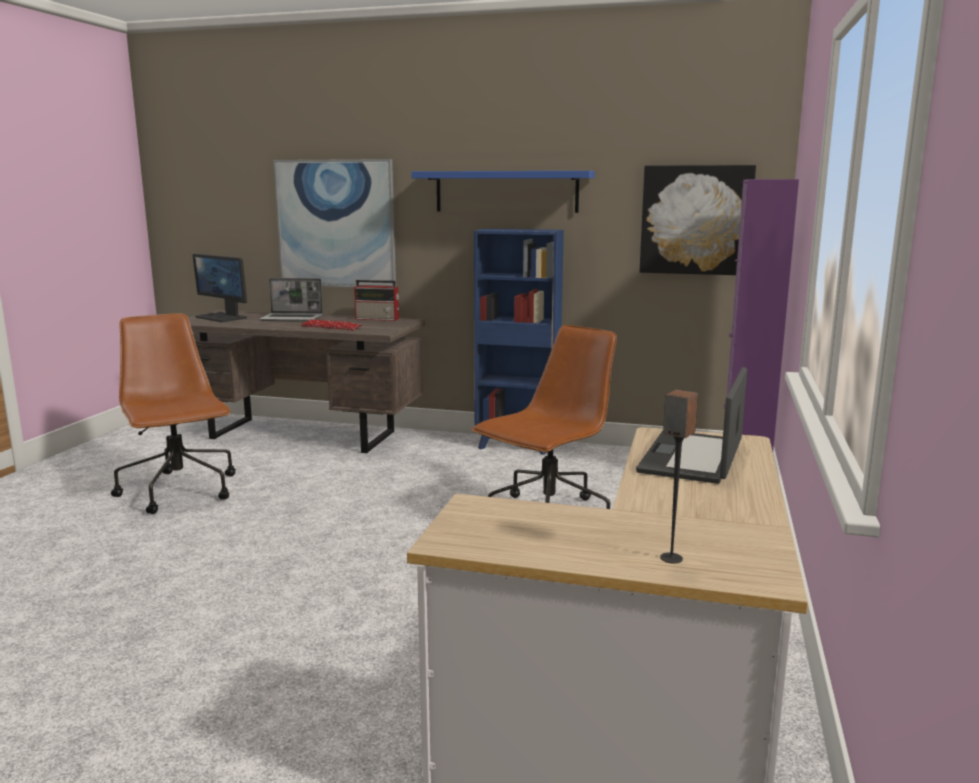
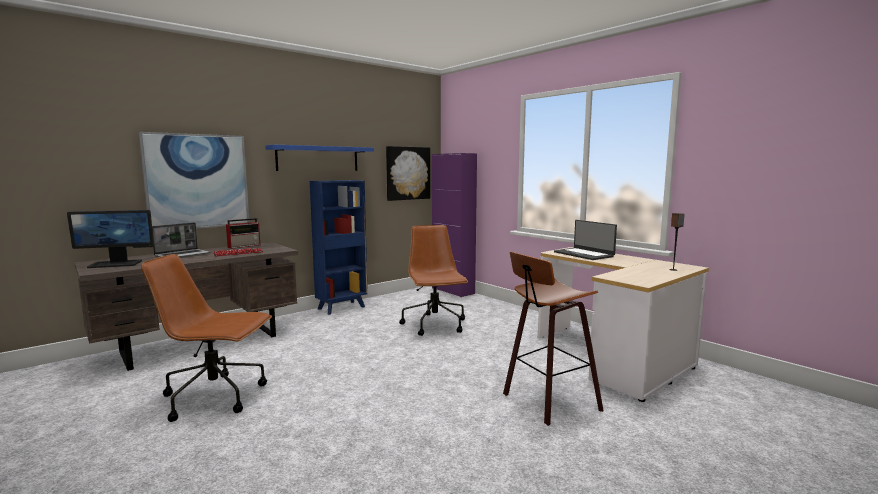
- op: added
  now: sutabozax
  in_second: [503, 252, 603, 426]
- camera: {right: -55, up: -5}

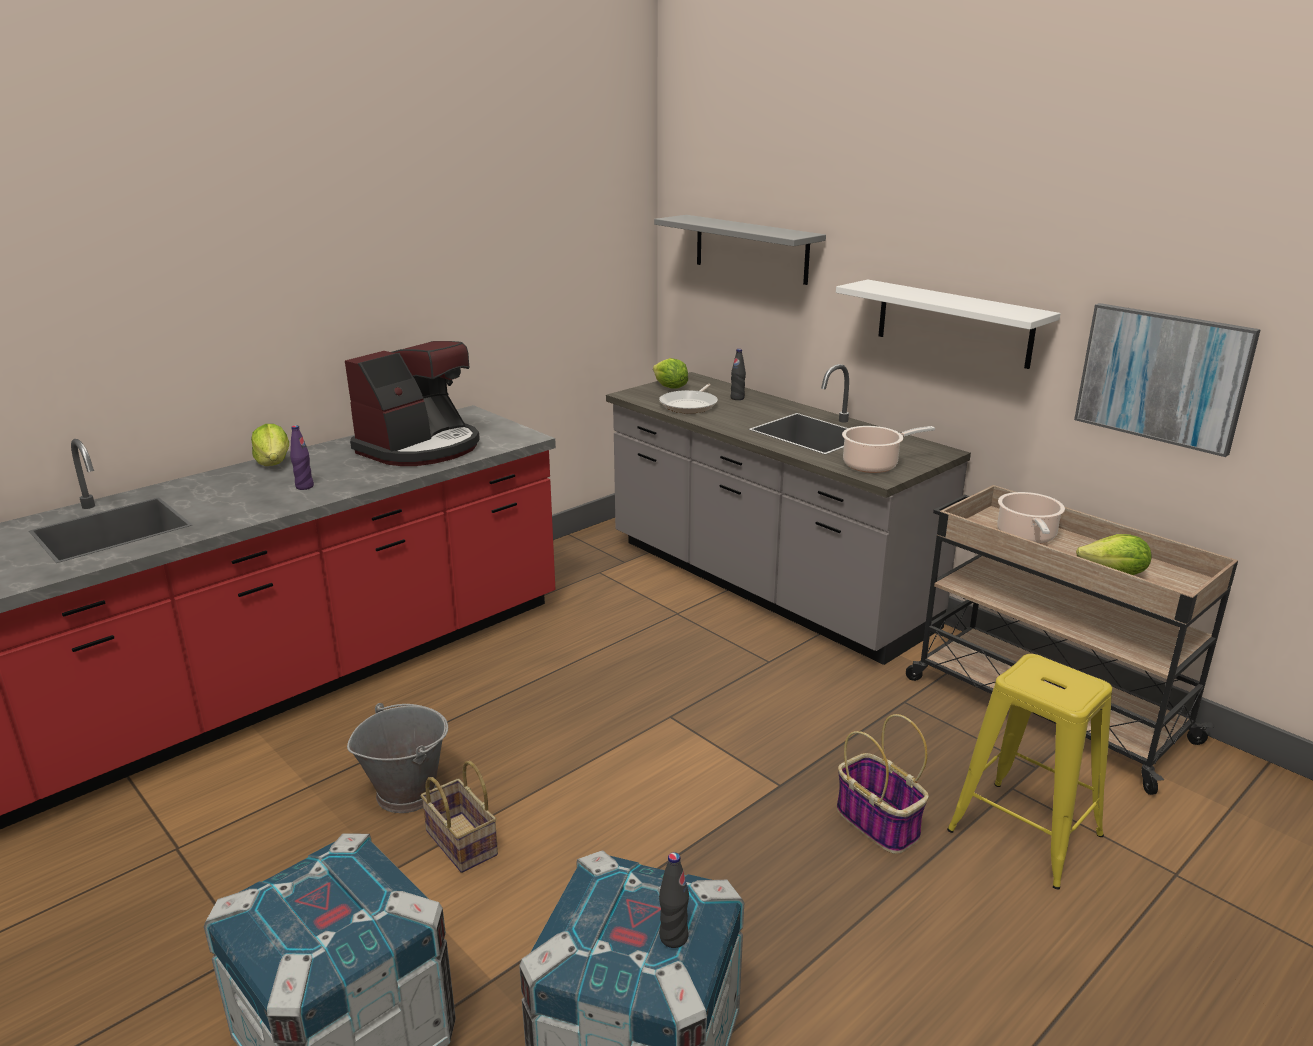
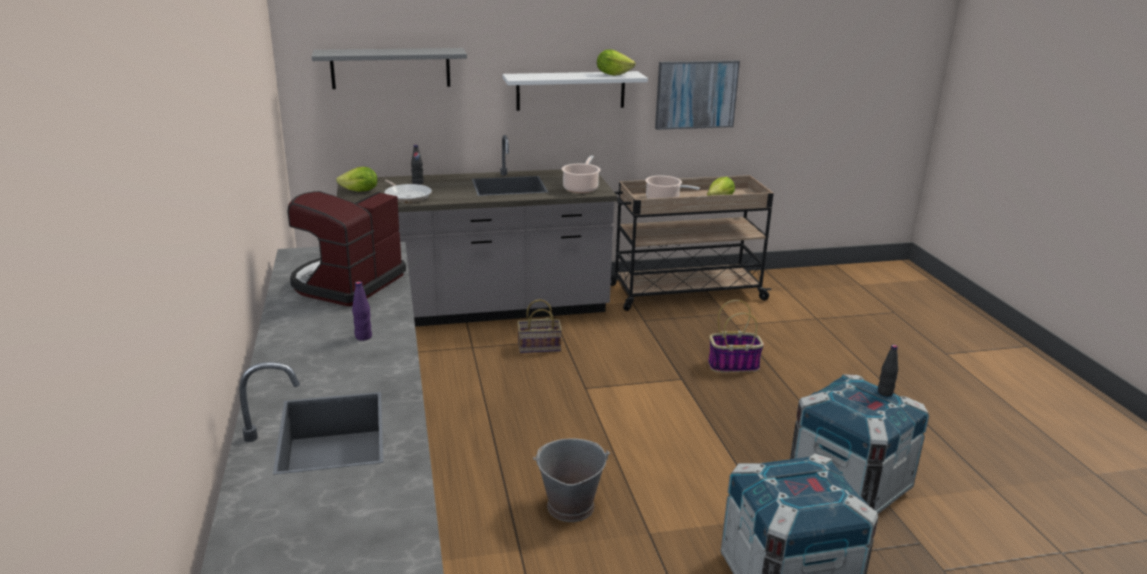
- op: turned
  was: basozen
  in_first: [345, 341, 480, 466]
  in_second: [287, 191, 406, 306]
  clockwise: -135
- op: moved
  was: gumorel
  in_first: [251, 424, 289, 466]
  in_second: [597, 49, 635, 76]
- op: removed
  was: yellow_sutabozax
  in_first: [947, 654, 1112, 890]
- op: moved
  was: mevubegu
  in_first: [421, 761, 498, 873]
  in_second: [517, 299, 562, 353]
- camera: {right: -60, up: 0}

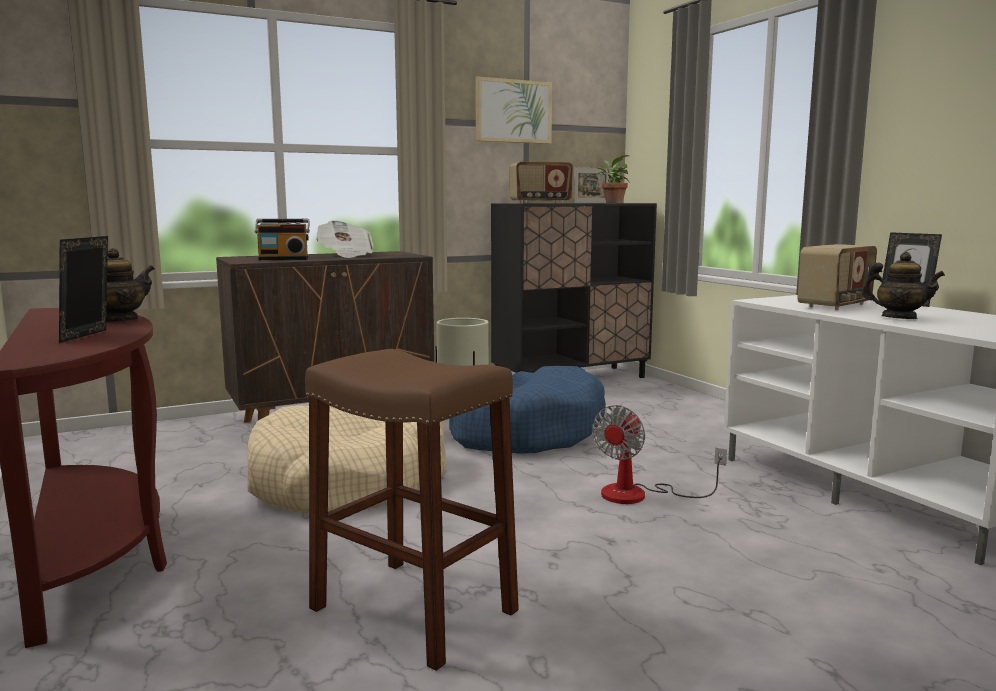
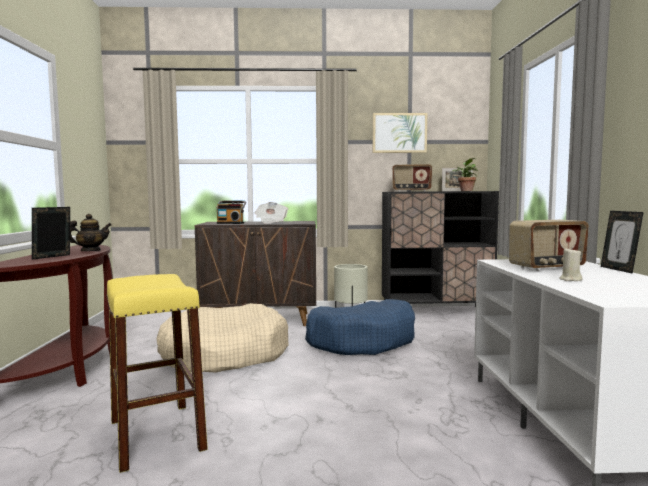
- op: replaced
  was: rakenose
  now: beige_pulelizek
  in_first: [861, 252, 945, 319]
  in_second: [559, 247, 582, 281]
- op: recoloured
  was: brown_sutabozax
  now: yellow_sutabozax
  in_first: [305, 349, 519, 671]
  in_second: [106, 274, 208, 473]
- op: removed
  was: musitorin
  in_first: [592, 405, 727, 504]
- camera: {right: 25, up: -5}

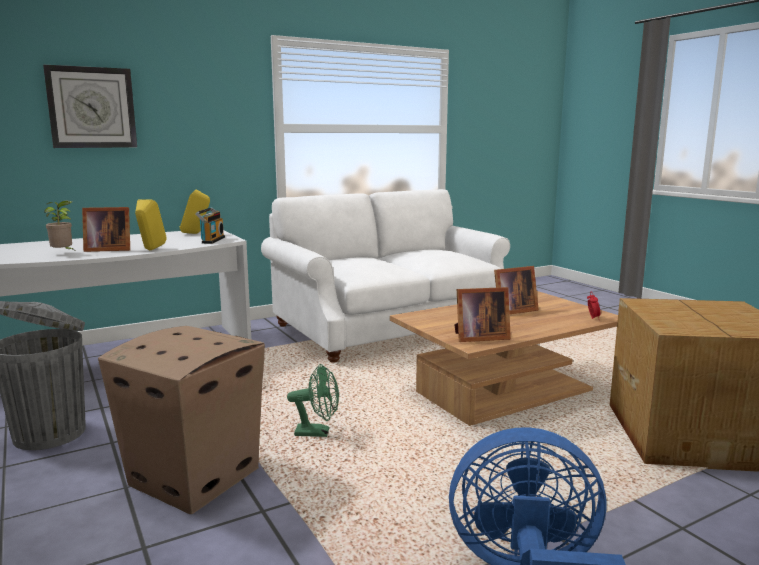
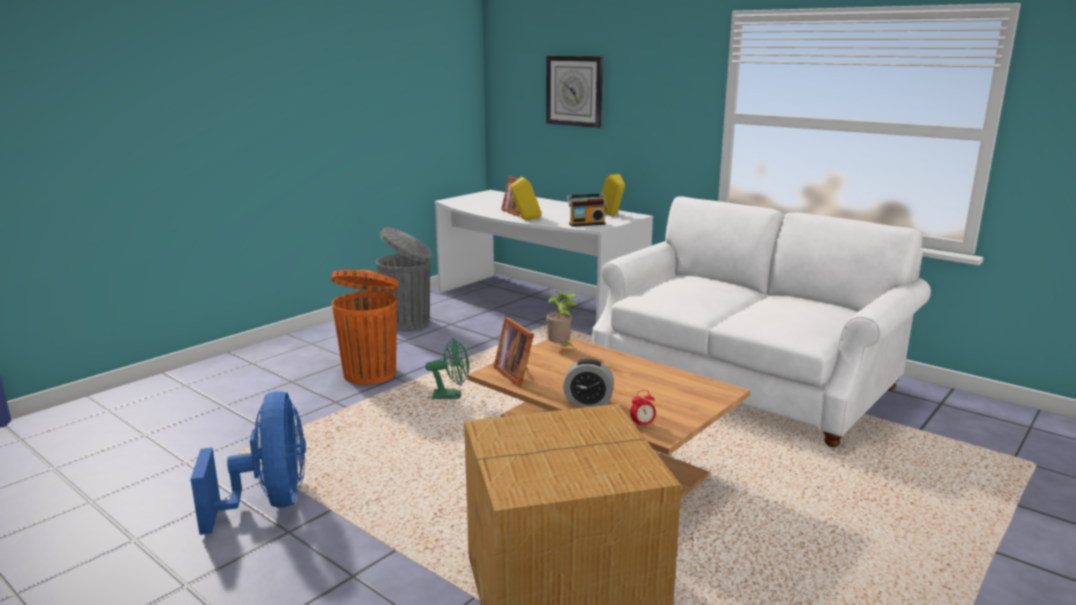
- op: moved
  was: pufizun
  in_first: [44, 201, 74, 250]
  in_second: [546, 292, 577, 347]
- op: removed
  was: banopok
  in_first: [494, 266, 539, 314]
- op: replaced
  was: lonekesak
  now: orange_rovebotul
  in_first: [98, 326, 265, 514]
  in_second: [331, 270, 399, 385]
- op: turned
  was: green_musitorin
  in_first: [287, 364, 339, 437]
  in_second: [425, 338, 469, 399]
  clockwise: -75
- op: added
  now: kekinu
  in_second: [563, 359, 614, 406]
- camera: {right: 70, up: 5}

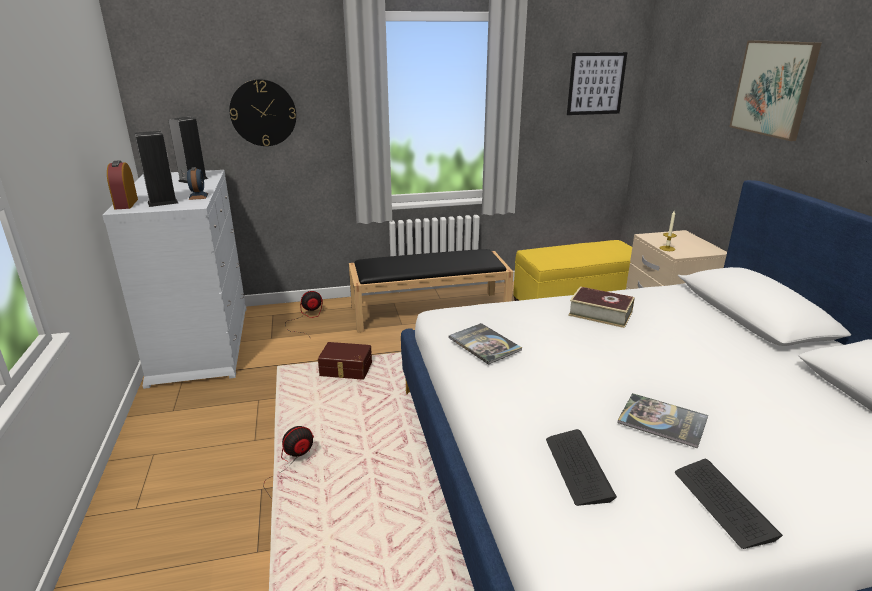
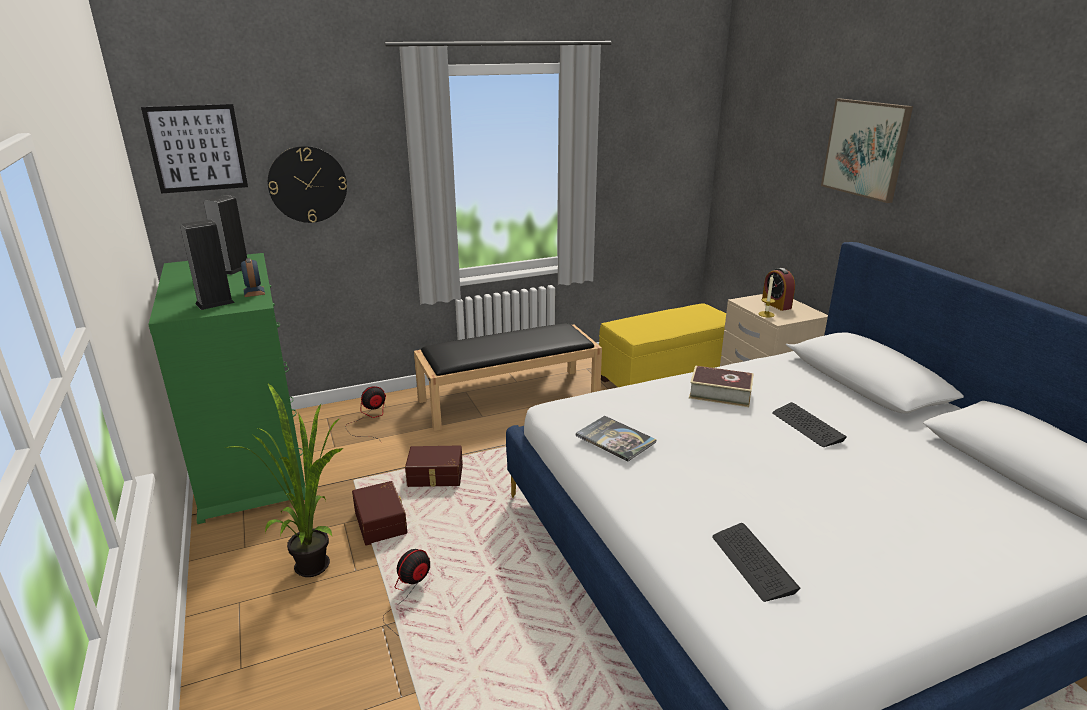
- op: moved
  was: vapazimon
  in_first: [567, 52, 627, 115]
  in_second: [141, 104, 248, 194]
- op: moved
  was: kekinu
  in_first: [107, 160, 138, 210]
  in_second: [762, 268, 795, 311]
- op: recoloured
  was: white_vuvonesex
  now: green_vuvonesex
  in_first: [102, 170, 246, 389]
  in_second: [148, 253, 306, 524]
- op: removed
  was: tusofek
  in_first: [617, 393, 708, 449]
- op: moved
  was: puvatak
  in_first: [675, 459, 783, 549]
  in_second: [772, 402, 847, 447]
- op: added
  now: pufizun
  in_second: [225, 384, 344, 577]
- op: added
  now: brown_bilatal
  in_second: [352, 481, 408, 546]
- camera: {right: -10, up: 0}

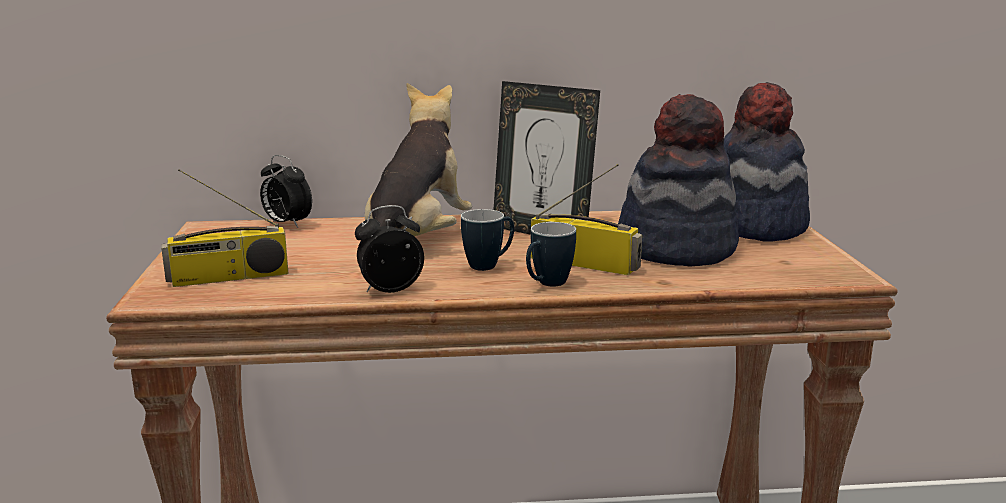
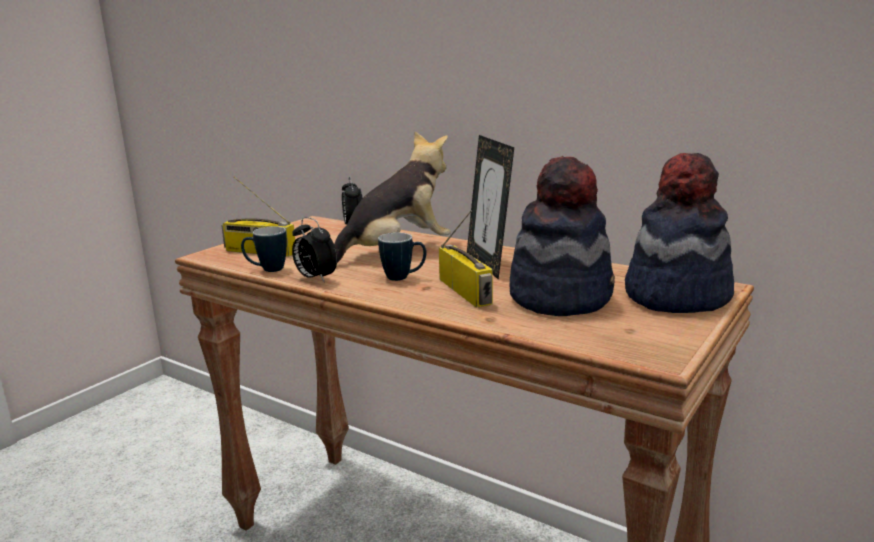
- op: turned
  was: kekinu
  in_first: [355, 205, 424, 293]
  in_second: [292, 217, 337, 283]
  clockwise: -150
- op: moved
  was: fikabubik
  in_first: [526, 222, 576, 287]
  in_second: [241, 226, 287, 272]
- camera: {right: 40, up: 0}

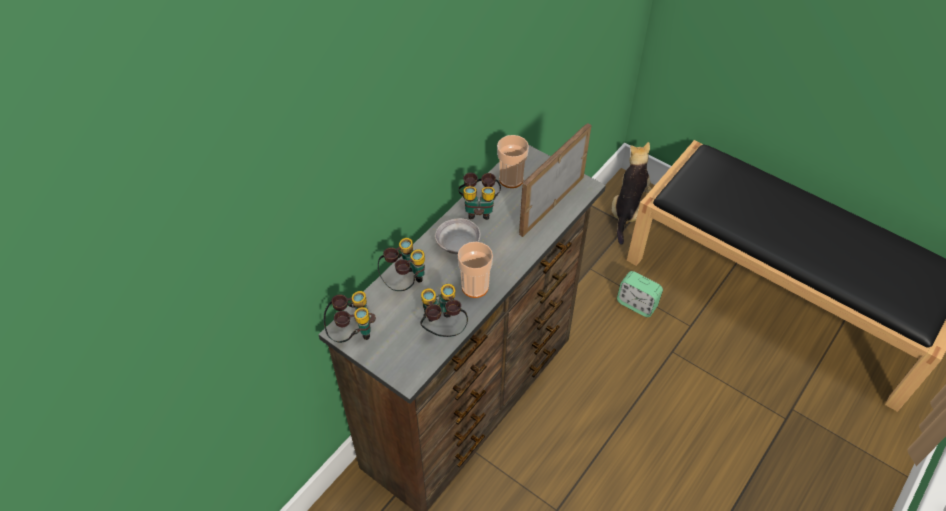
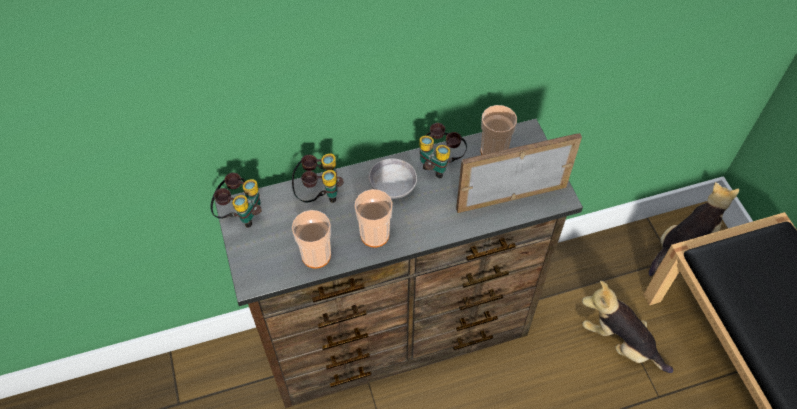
- op: replaced
  was: kekinu
  now: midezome
  in_first: [617, 271, 663, 317]
  in_second: [582, 281, 674, 373]
- op: replaced
  was: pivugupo
  now: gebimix
  in_first: [420, 284, 468, 337]
  in_second: [292, 210, 331, 269]
- camera: {right: 35, up: 5}

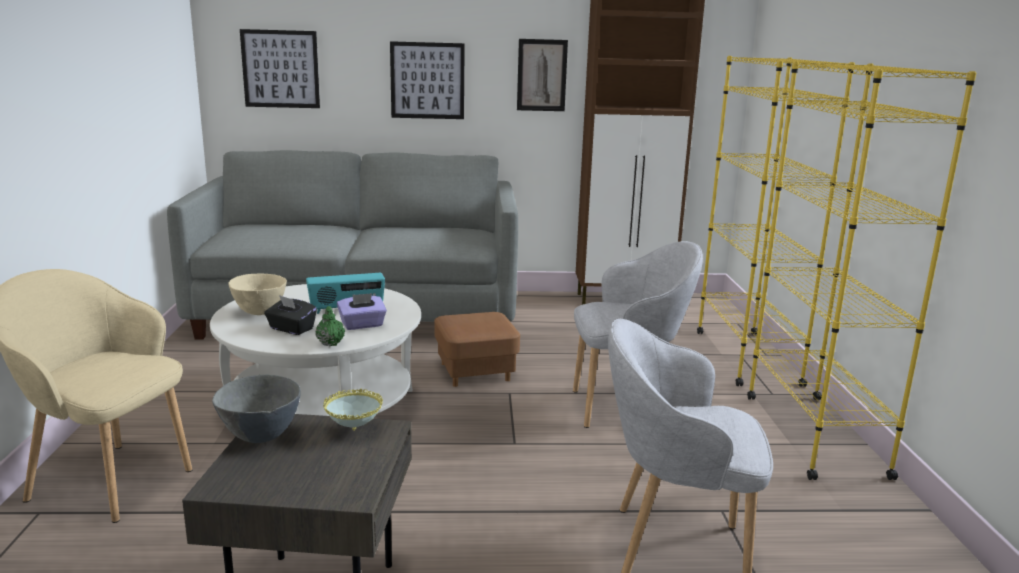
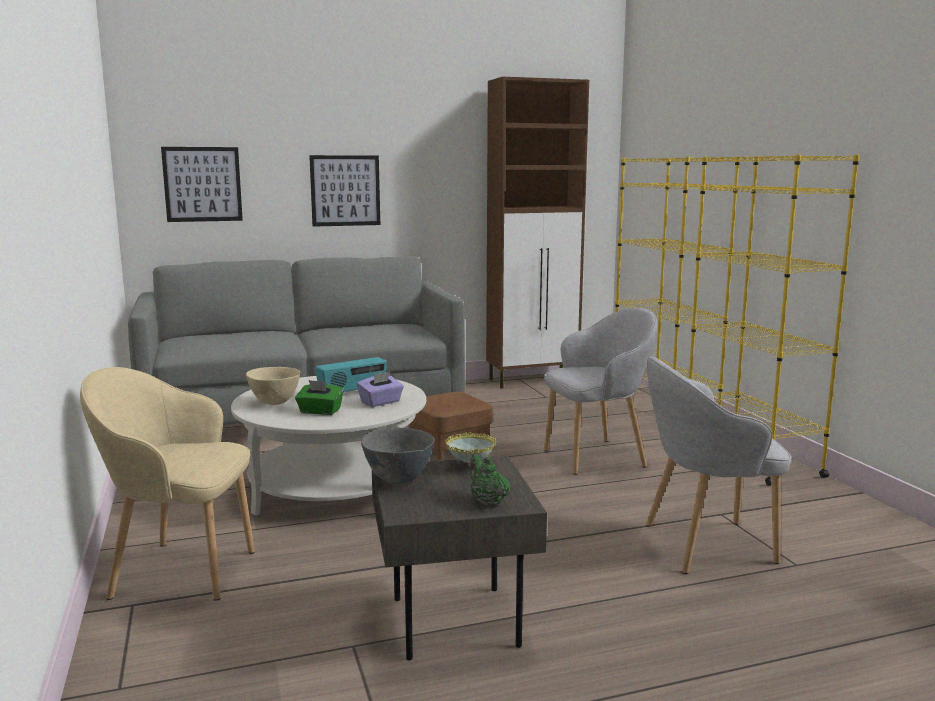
- op: removed
  was: vapazimon
  in_first: [517, 39, 568, 111]
- op: recoloured
  was: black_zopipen
  now: green_zopipen
  in_first: [264, 295, 317, 335]
  in_second: [295, 380, 344, 415]
- op: moved
  was: green_rakenose
  in_first: [315, 306, 345, 346]
  in_second: [469, 455, 511, 505]
- camera: {right: -15, up: -5}

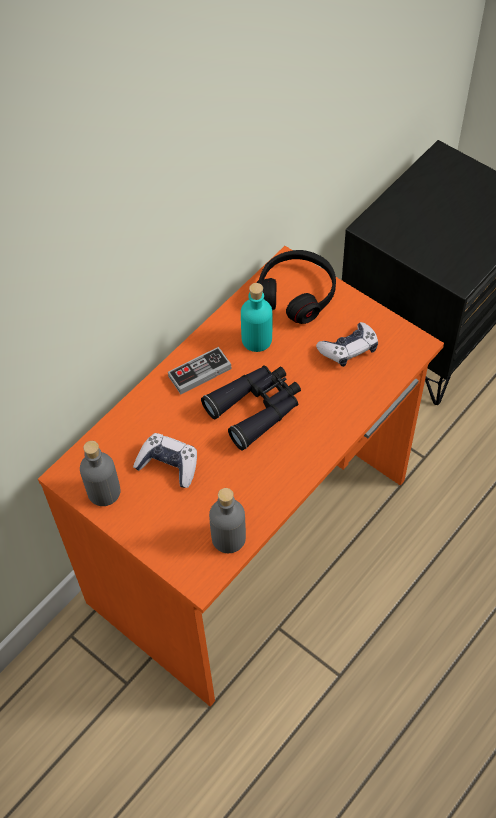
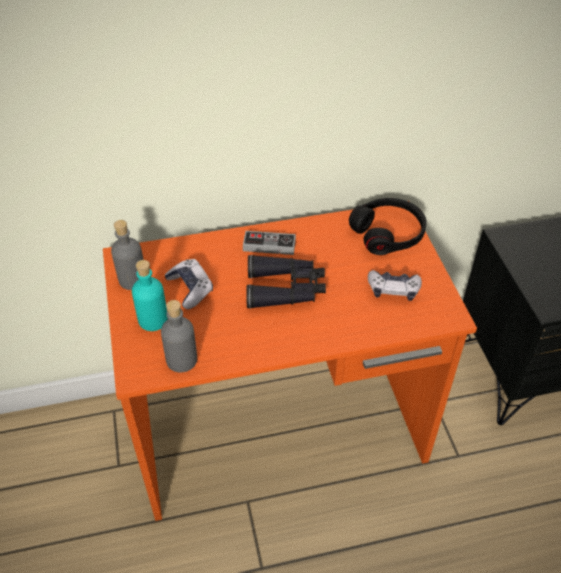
- op: moved
  was: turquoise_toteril
  in_first: [241, 283, 272, 352]
  in_second: [132, 260, 168, 331]
- camera: {right: 35, up: -10}

